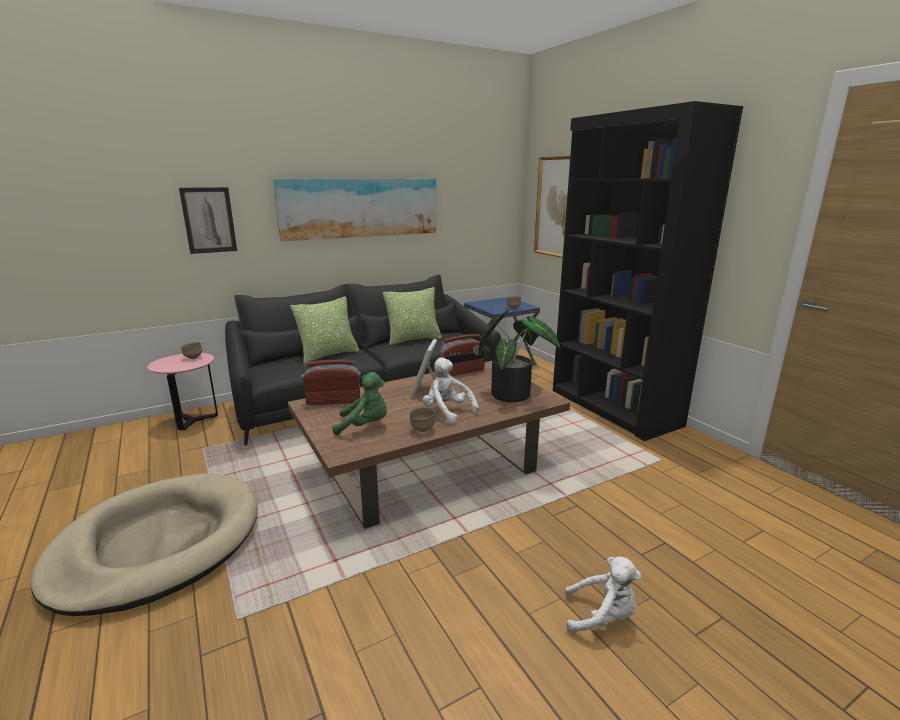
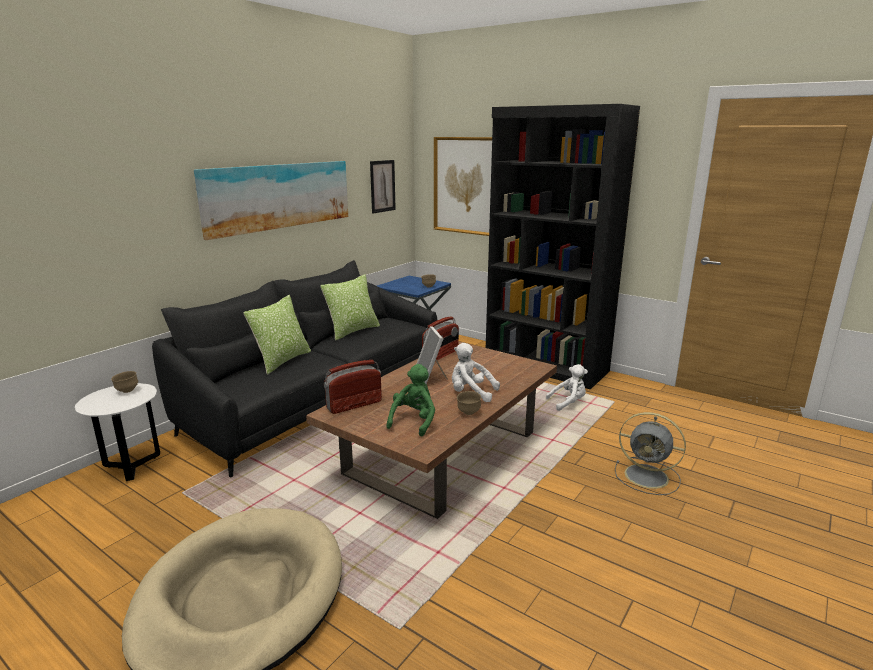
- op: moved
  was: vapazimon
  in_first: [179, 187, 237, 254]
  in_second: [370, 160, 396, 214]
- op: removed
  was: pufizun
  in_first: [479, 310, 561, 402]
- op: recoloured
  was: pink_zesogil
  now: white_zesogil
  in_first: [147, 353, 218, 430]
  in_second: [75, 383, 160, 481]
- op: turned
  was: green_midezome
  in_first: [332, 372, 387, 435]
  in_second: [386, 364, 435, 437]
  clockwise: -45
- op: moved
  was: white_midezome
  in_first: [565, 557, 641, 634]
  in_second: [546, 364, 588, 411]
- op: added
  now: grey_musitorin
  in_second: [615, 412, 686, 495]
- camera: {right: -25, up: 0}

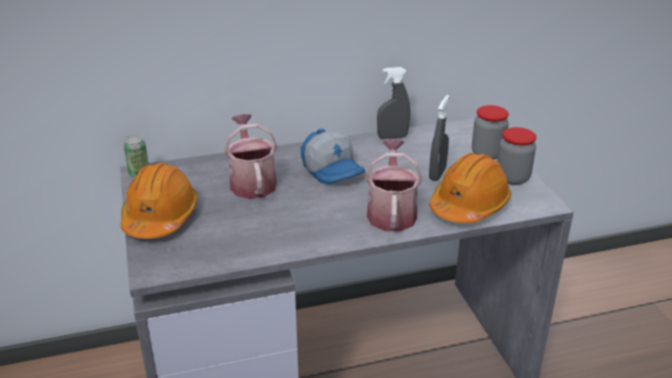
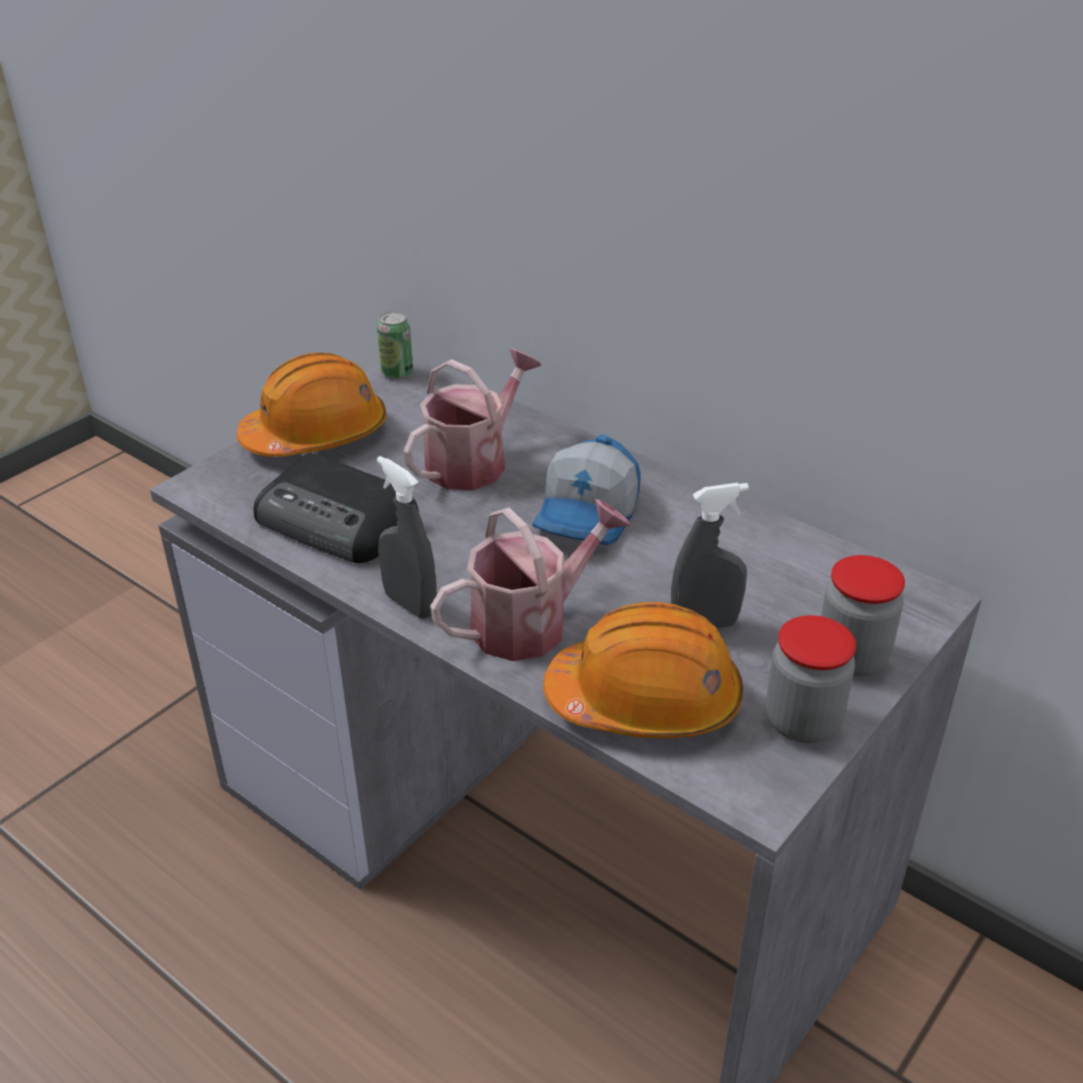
- op: moved
  was: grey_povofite
  in_first: [377, 67, 410, 139]
  in_second: [377, 456, 437, 619]
- op: added
  now: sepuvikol
  in_second: [254, 453, 419, 563]
- camera: {right: 55, up: 5}

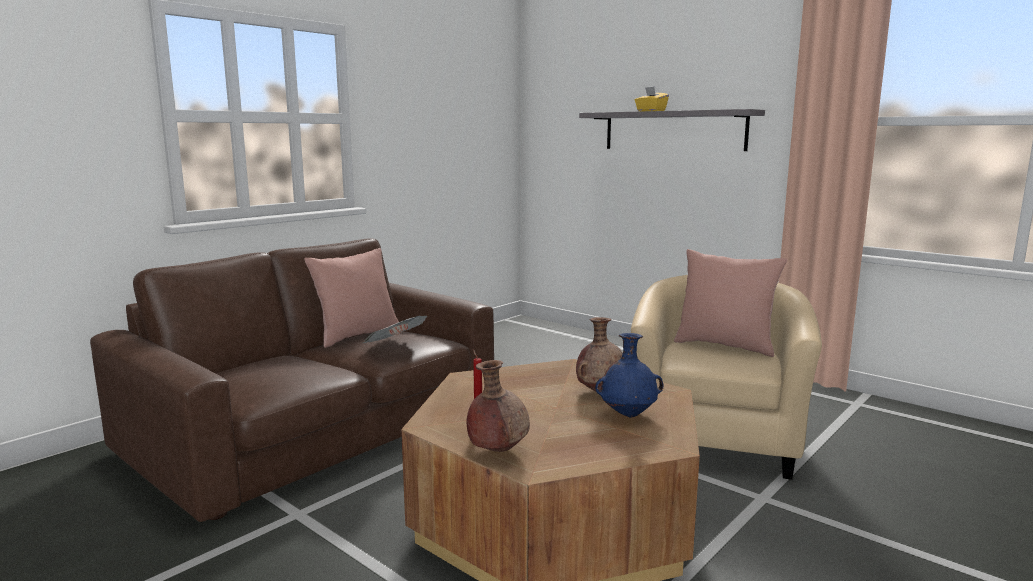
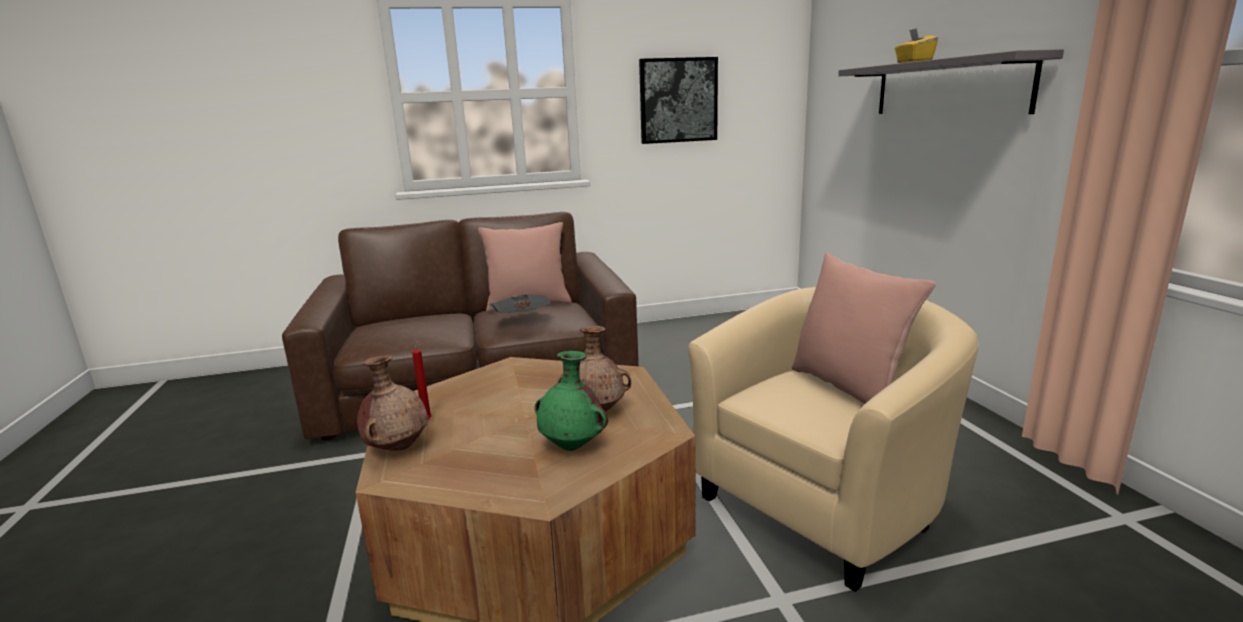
- op: recoloured
  was: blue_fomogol
  now: green_fomogol
  in_first: [595, 333, 663, 417]
  in_second: [534, 351, 608, 451]
- op: added
  now: vapazimon
  in_second: [639, 57, 718, 144]
- camera: {right: 35, up: 5}

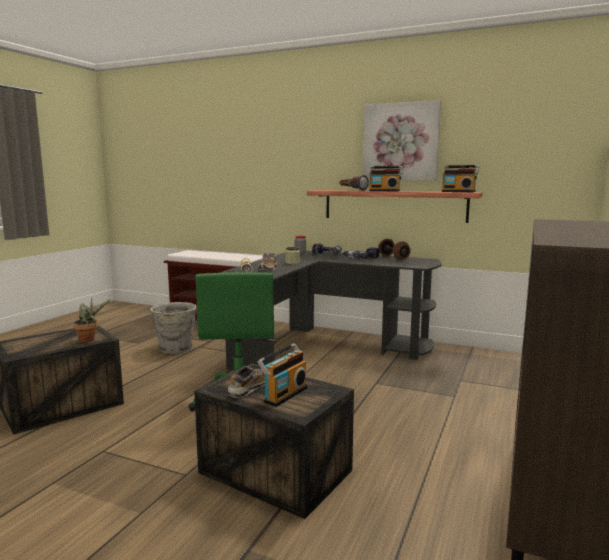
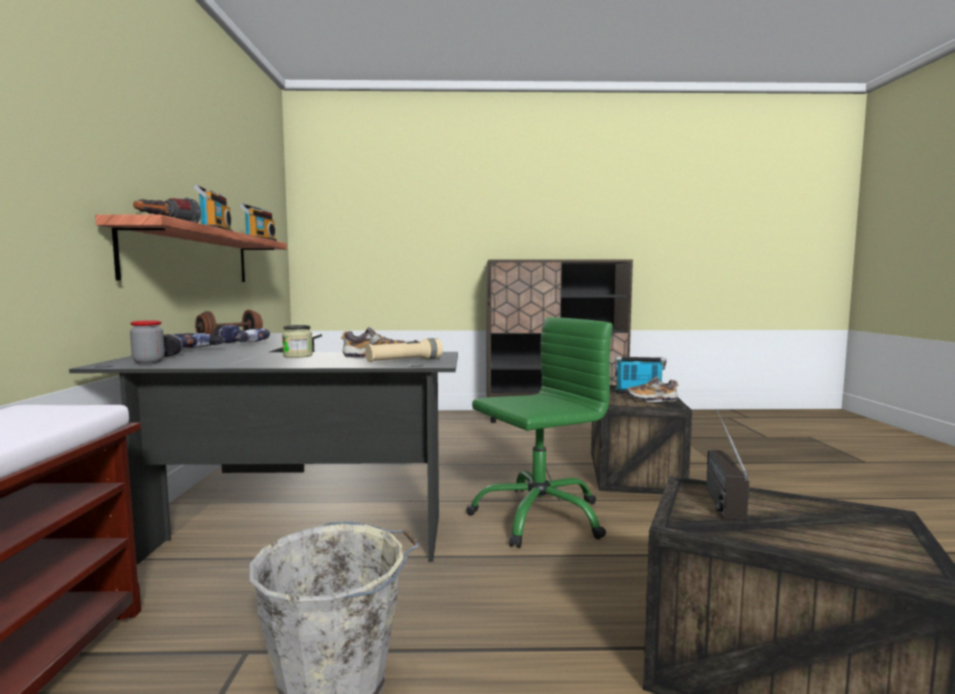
- op: removed
  was: vapazimon
  in_first: [363, 100, 441, 181]
- op: replaced
  was: pufizun
  now: sepuvikol
  in_first: [73, 298, 111, 342]
  in_second: [706, 411, 749, 521]
- camera: {right: -115, up: -5}

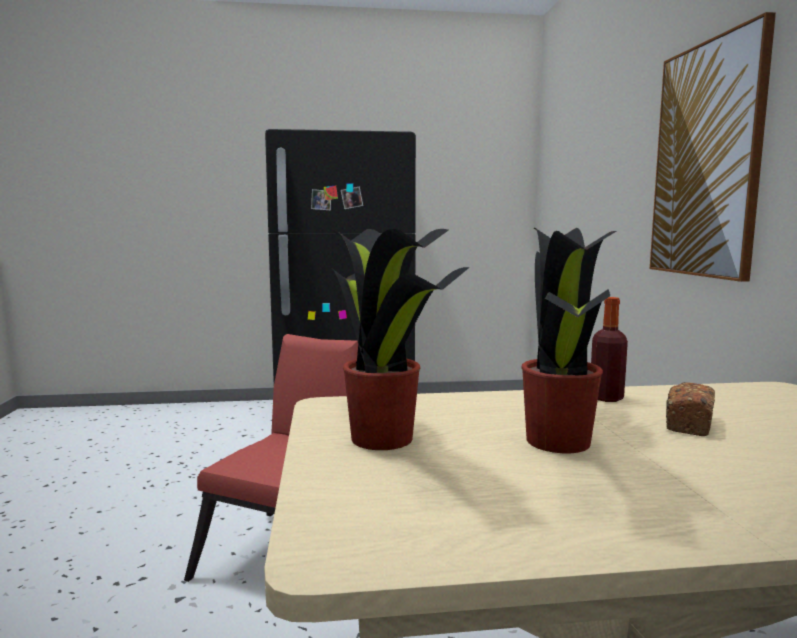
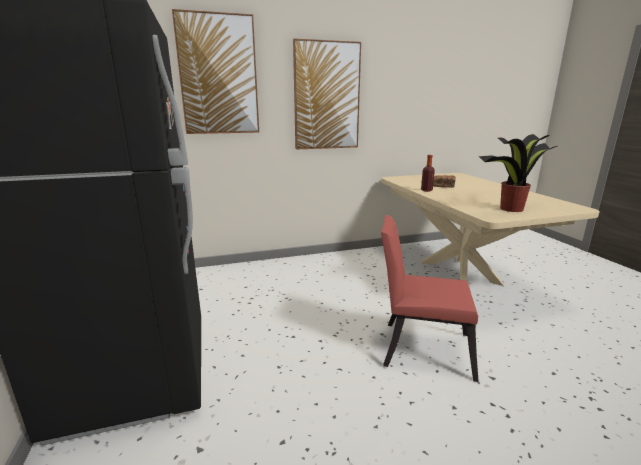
- op: removed
  was: pufizun
  in_first: [521, 228, 616, 453]
- op: added
  now: vapazimon
  in_second: [172, 9, 259, 134]
- camera: {right: -100, up: 10}

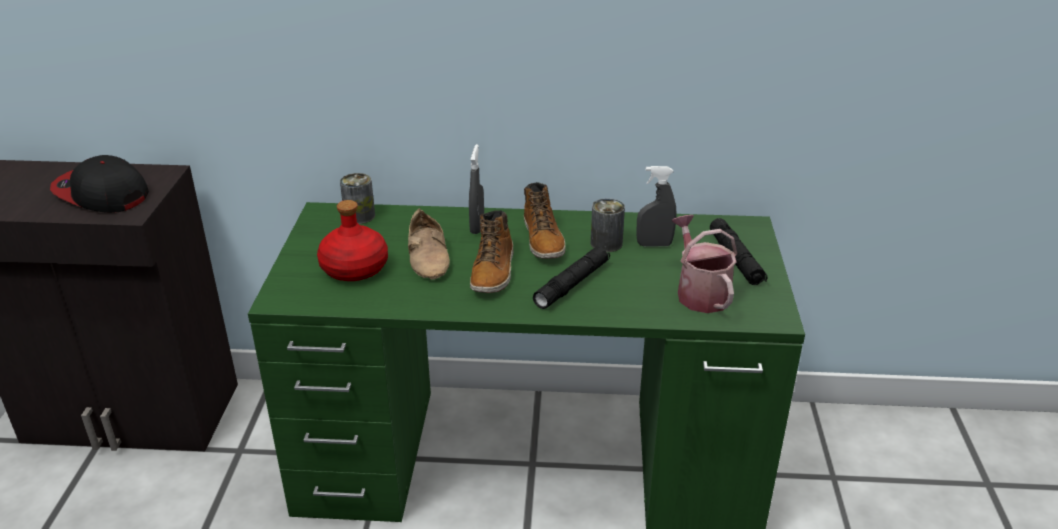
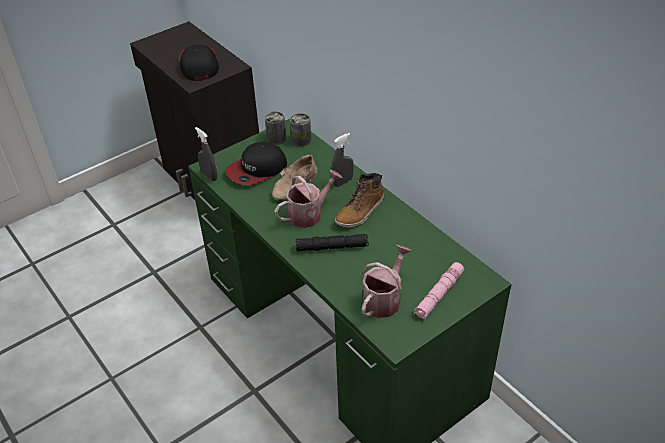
- op: moved
  was: grey_povofite
  in_first: [637, 166, 676, 247]
  in_second: [195, 127, 218, 181]
- op: moved
  was: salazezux
  in_first: [591, 198, 625, 252]
  in_second: [265, 112, 286, 145]
- op: replaced
  was: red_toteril
  now: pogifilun
  in_first: [317, 200, 388, 281]
  in_second: [225, 142, 287, 185]
- op: replaced
  was: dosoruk
  now: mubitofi
  in_first: [470, 210, 514, 293]
  in_second: [275, 170, 343, 228]
- op: recoloured
  was: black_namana
  now: pink_namana
  in_first: [710, 218, 767, 285]
  in_second: [413, 262, 464, 320]
- camera: {right: 50, up: 10}

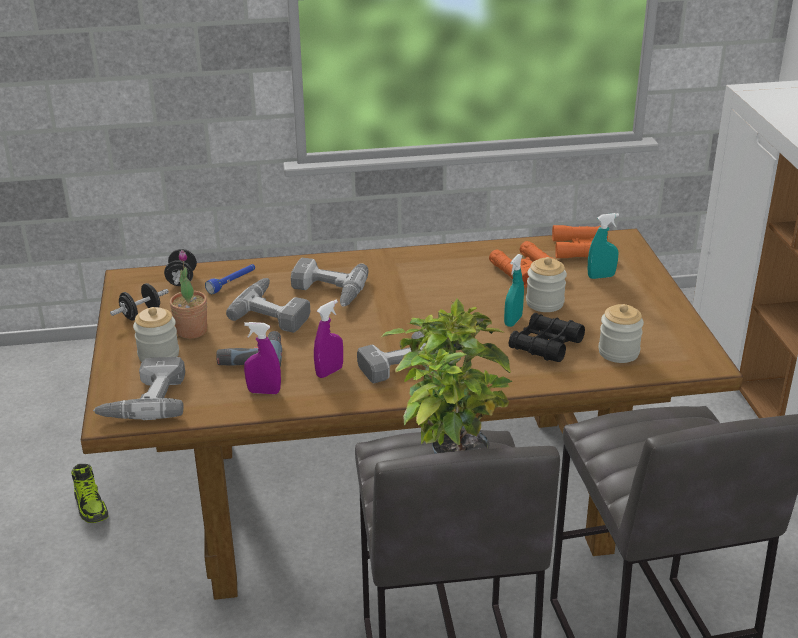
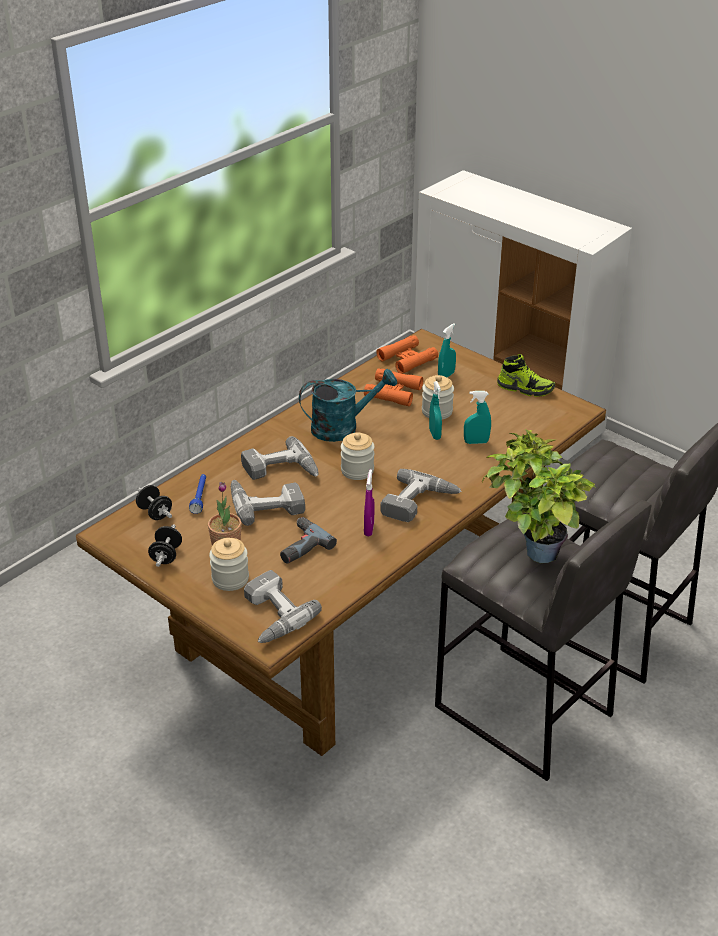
- op: moved
  was: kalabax
  in_first: [598, 304, 644, 363]
  in_second: [341, 432, 374, 480]
- op: replaced
  was: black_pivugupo
  now: turquoise_povofite
  in_first: [509, 313, 585, 362]
  in_second: [464, 391, 491, 444]
- op: removed
  was: purple_povofite
  in_first: [244, 322, 281, 394]
- op: moved
  was: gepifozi
  in_first: [71, 464, 108, 523]
  in_second: [497, 354, 555, 397]
- op: added
  now: turquoise_mubitofi
  in_second: [299, 369, 397, 442]
- camera: {right: -40, up: 5}

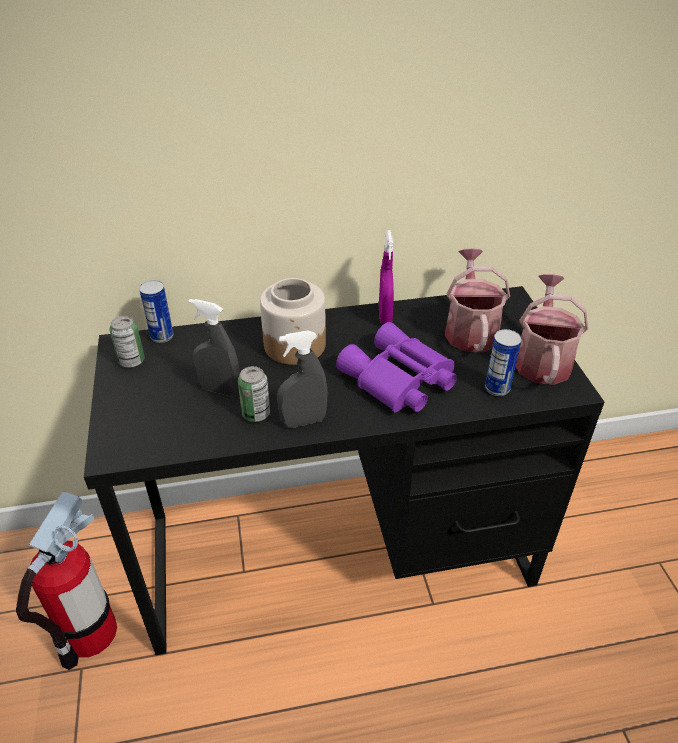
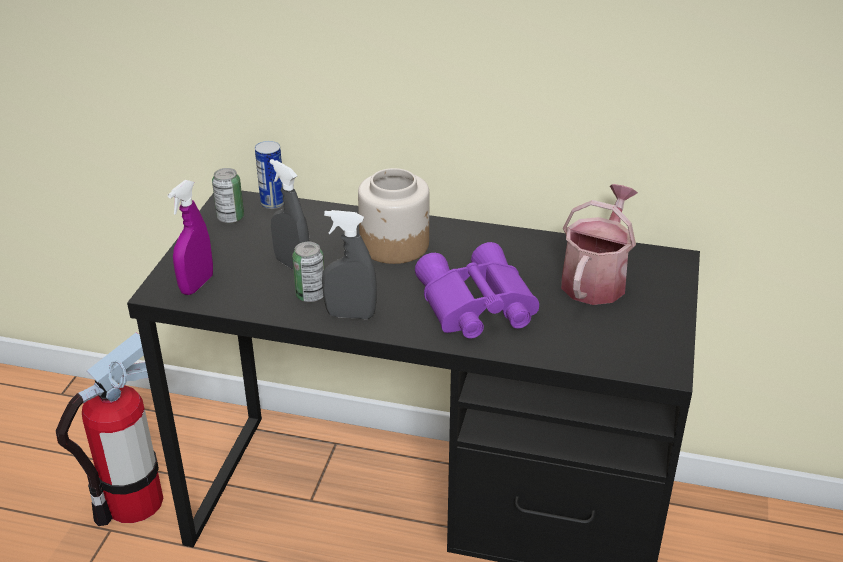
- op: moved
  was: purple_povofite
  in_first: [379, 230, 394, 325]
  in_second: [168, 180, 213, 295]
- op: removed
  was: mubitofi
  in_first: [516, 274, 588, 385]
- op: removed
  was: salazezux
  in_first: [485, 329, 521, 396]
- camera: {right: 25, up: -5}

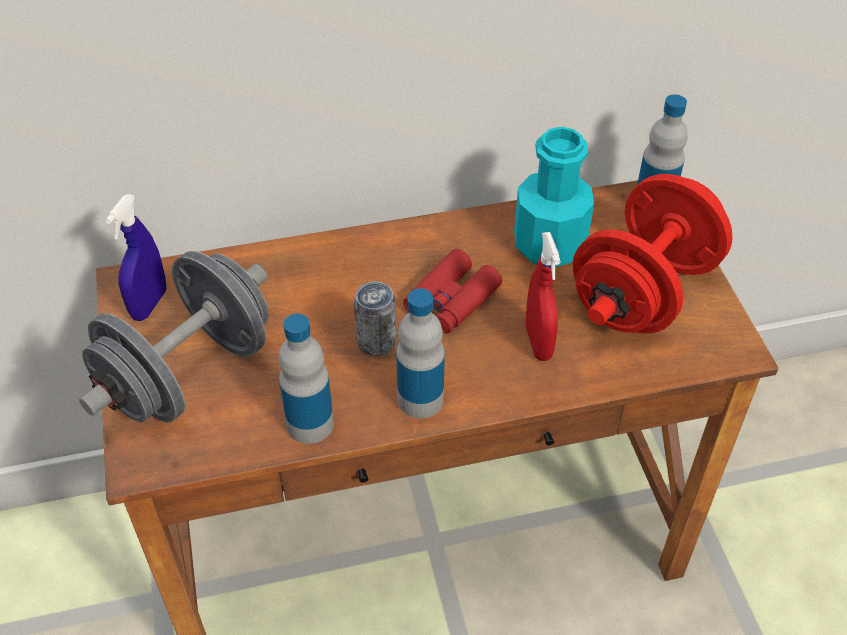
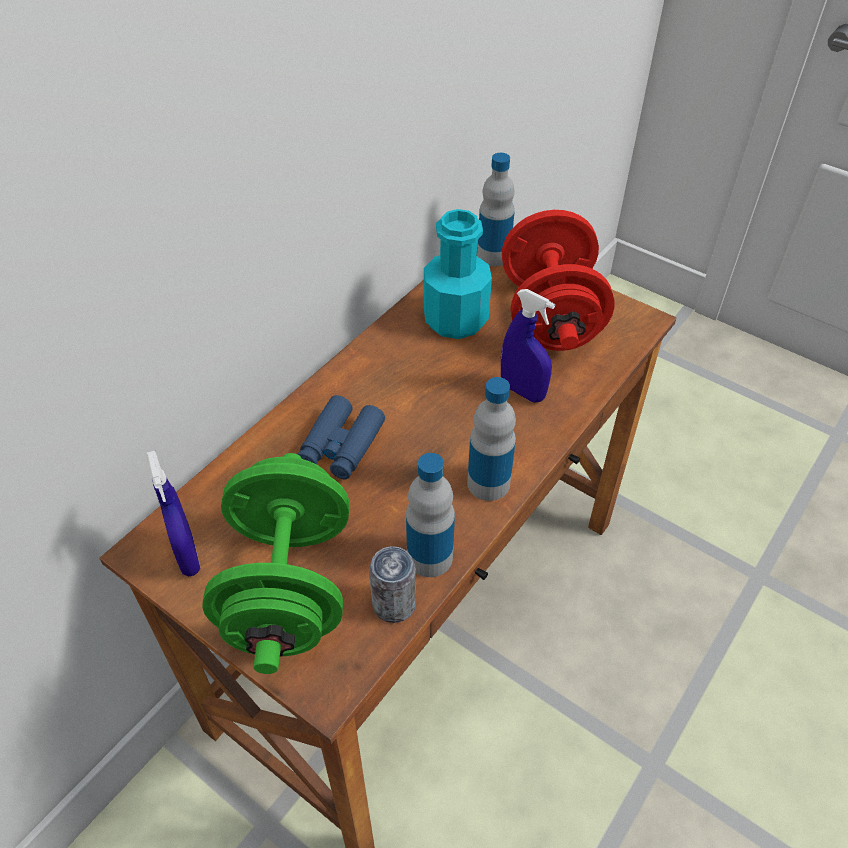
- op: recoloured
  was: red_povofite
  now: blue_povofite
  in_first: [525, 232, 560, 361]
  in_second: [501, 289, 555, 403]
- op: removed
  was: red_pivugupo
  in_first: [403, 249, 502, 334]
- op: recoloured
  was: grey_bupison
  now: green_bupison
  in_first: [79, 251, 269, 423]
  in_second: [202, 453, 349, 674]
- op: moved
  was: salazezux
  in_first: [354, 281, 397, 356]
  in_second: [369, 546, 416, 623]
- op: added
  now: blue_pivugupo
  in_second: [297, 395, 385, 479]
- camera: {right: -40, up: 0}

